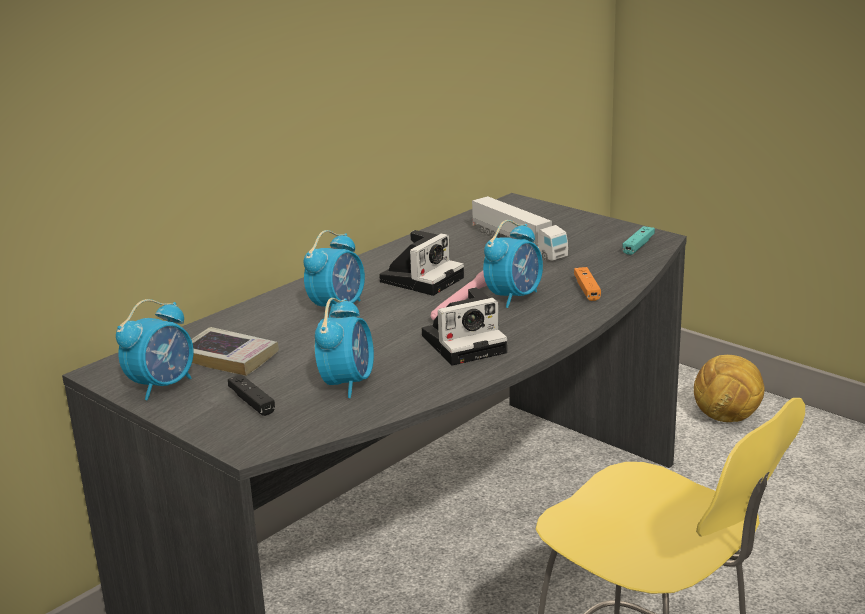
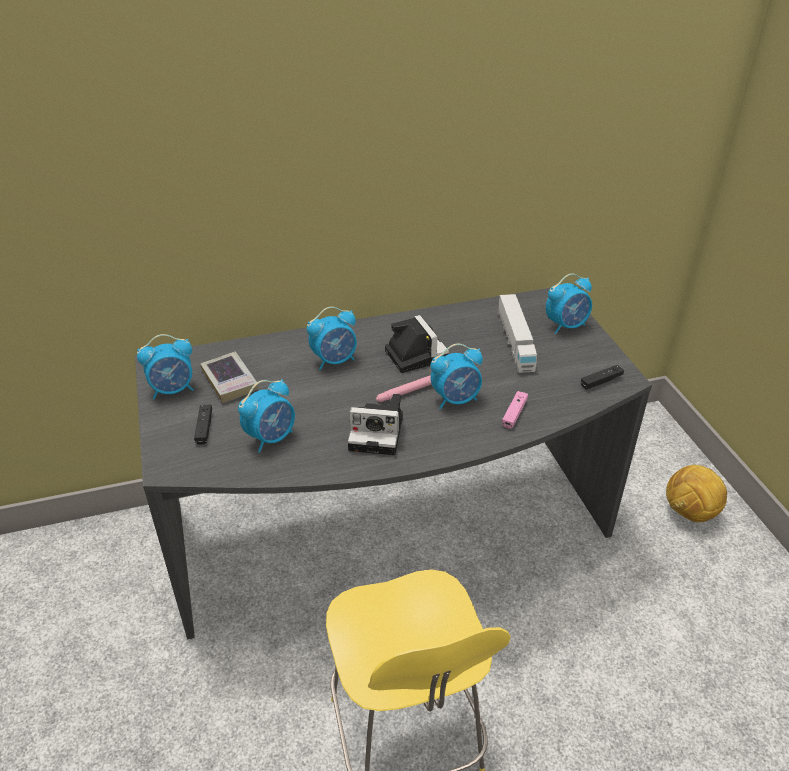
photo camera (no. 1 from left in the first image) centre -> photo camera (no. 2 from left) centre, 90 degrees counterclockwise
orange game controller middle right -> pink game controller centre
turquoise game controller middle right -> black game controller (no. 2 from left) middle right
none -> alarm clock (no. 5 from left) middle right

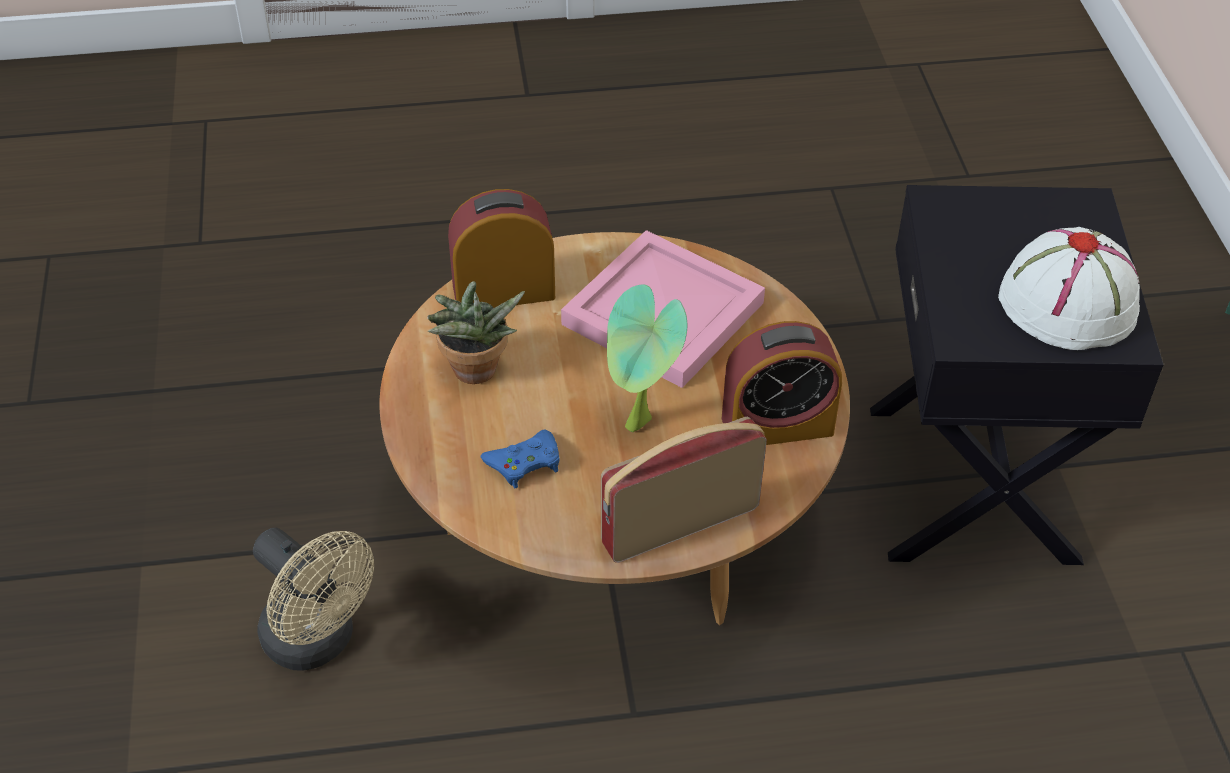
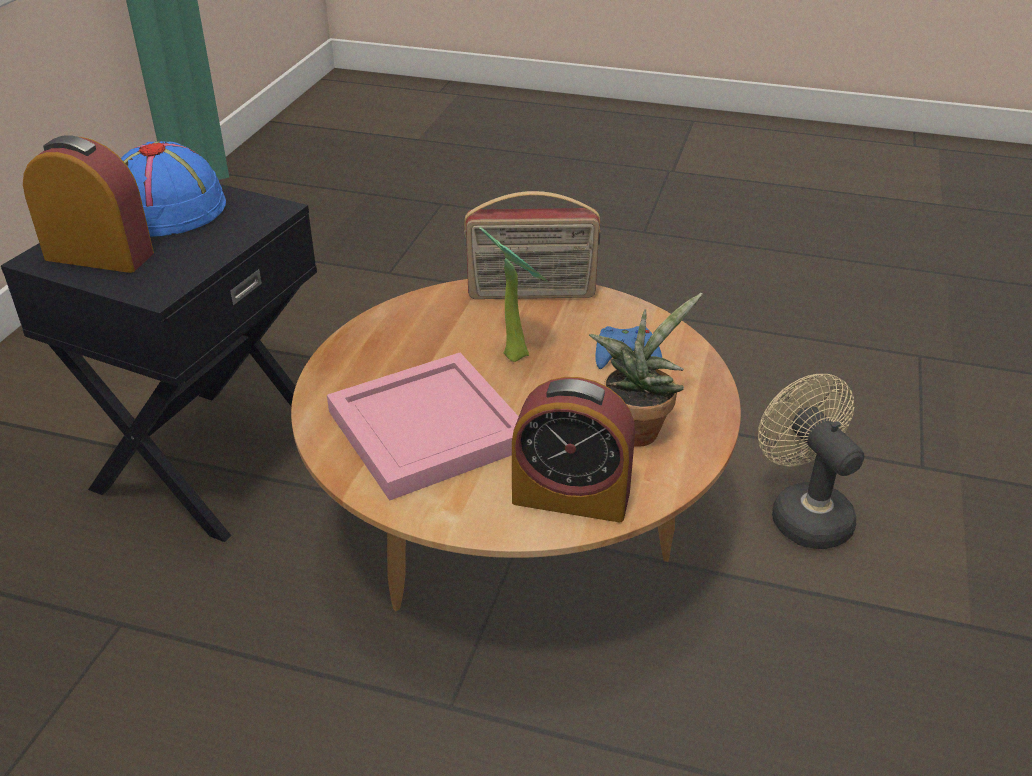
alarm clock (no. 2 from left in the first image) centre -> alarm clock (no. 1 from left) top left, shifted
white hat middle right -> blue hat top left

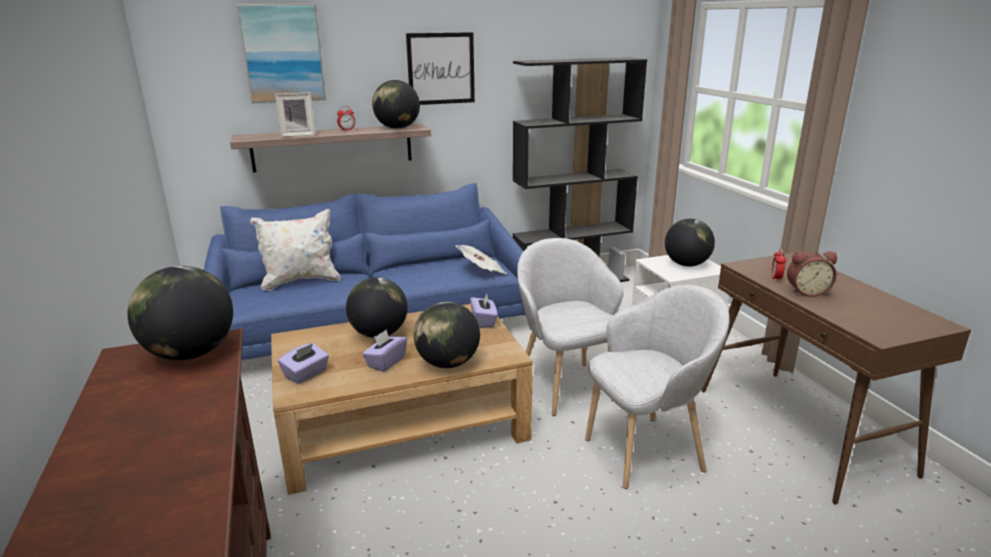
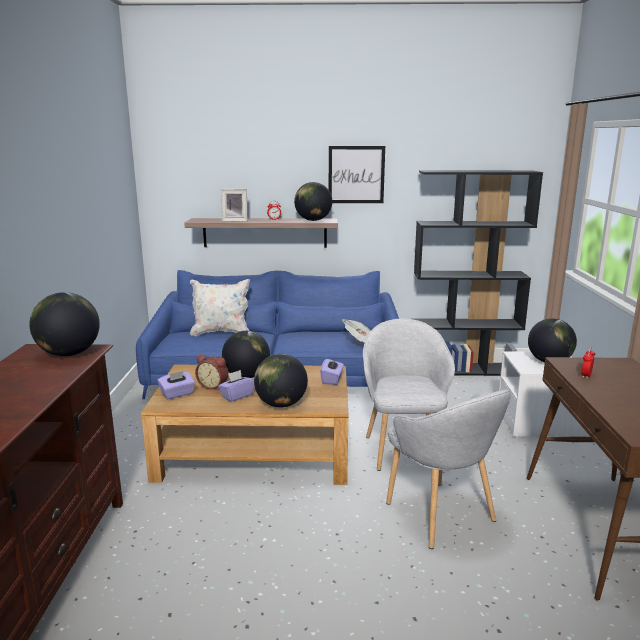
picture (no. 1 from left) top left -> none
grey armchair (no. 2 from left) bottom centre -> grey armchair (no. 2 from left) bottom right, 60 degrees clockwise
alarm clock (no. 3 from left in the first image) middle right -> alarm clock (no. 1 from left) middle left, shifted

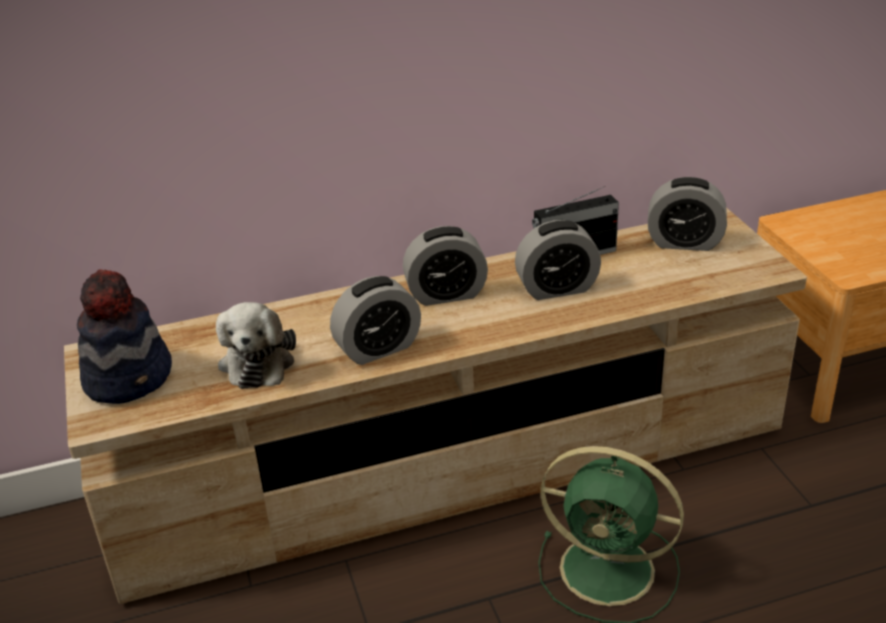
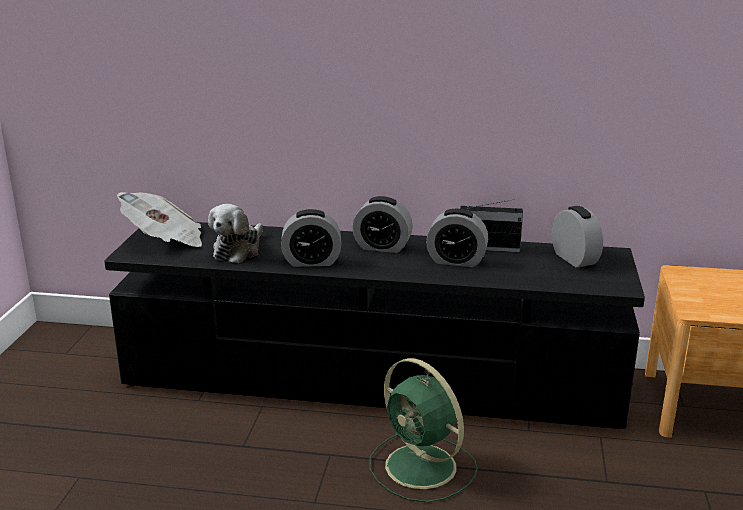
beige tv stand centre -> black tv stand centre
hat middle left -> newspaper middle left
alarm clock (no. 4 from left) middle right, 150 degrees counterclockwise

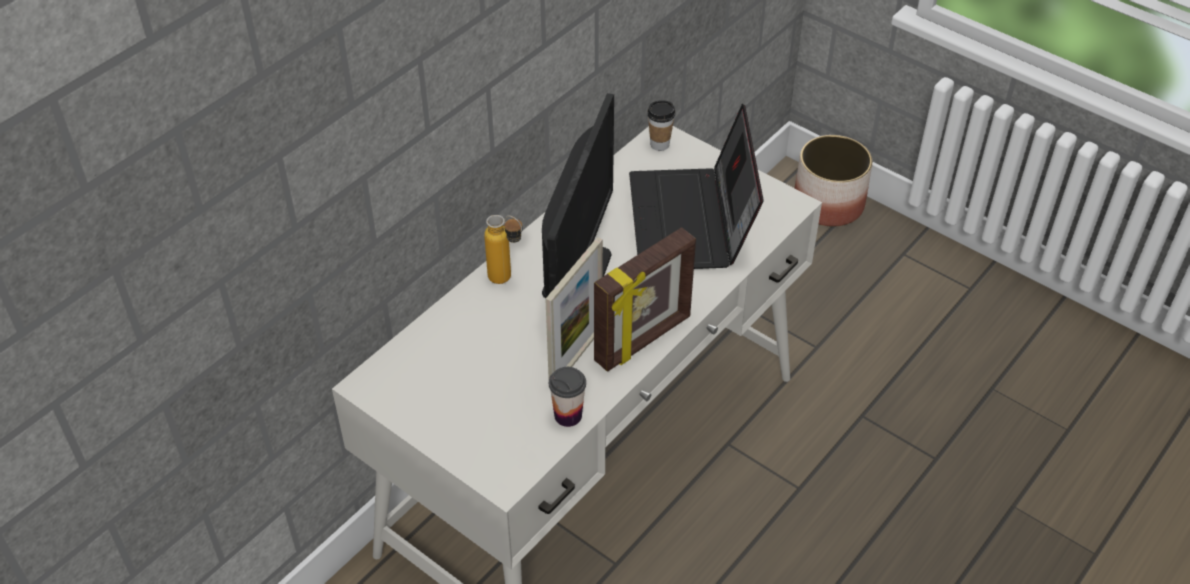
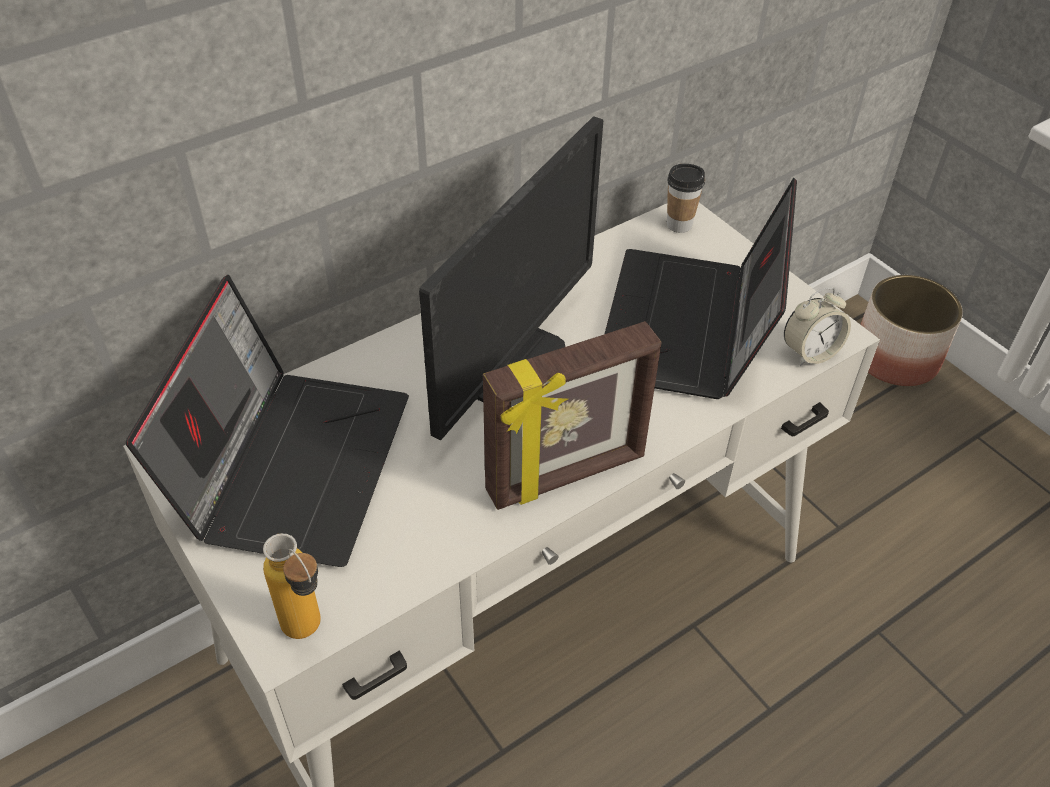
bottle centre -> bottle bottom left, shifted
picture frame (no. 1 from left) centre -> none
cup (no. 1 from left) bottom centre -> none
none -> laptop (no. 1 from left) middle left
none -> alarm clock middle right

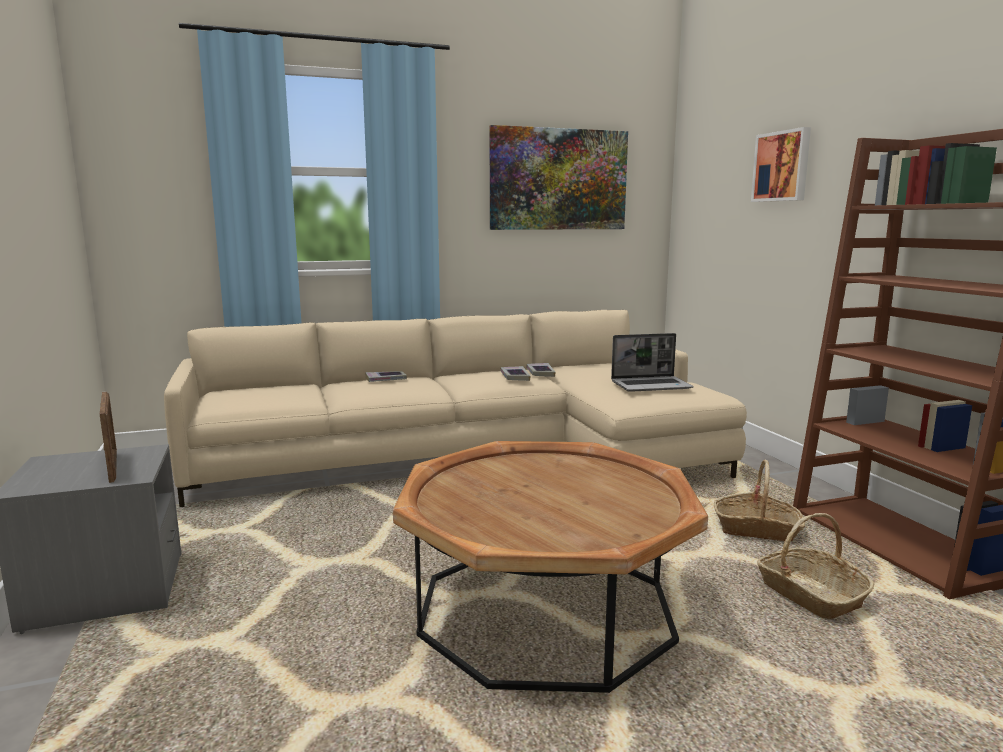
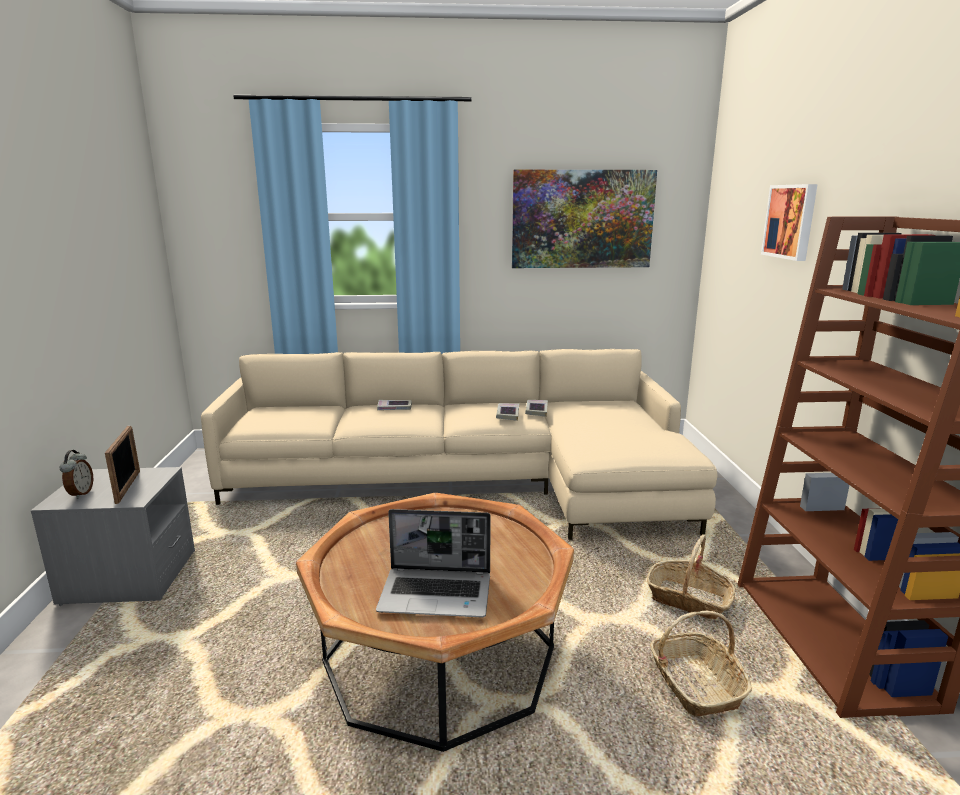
laptop centre -> laptop bottom centre, shifted
none -> alarm clock middle left

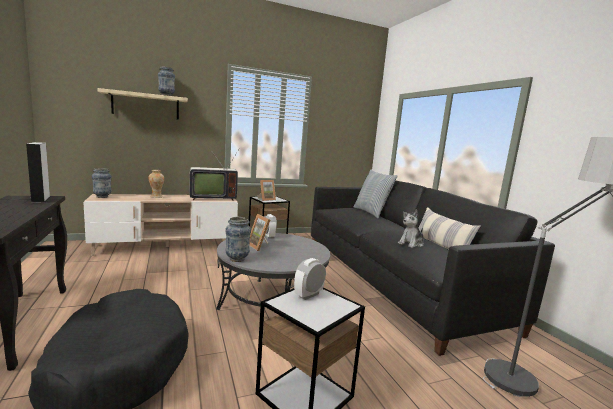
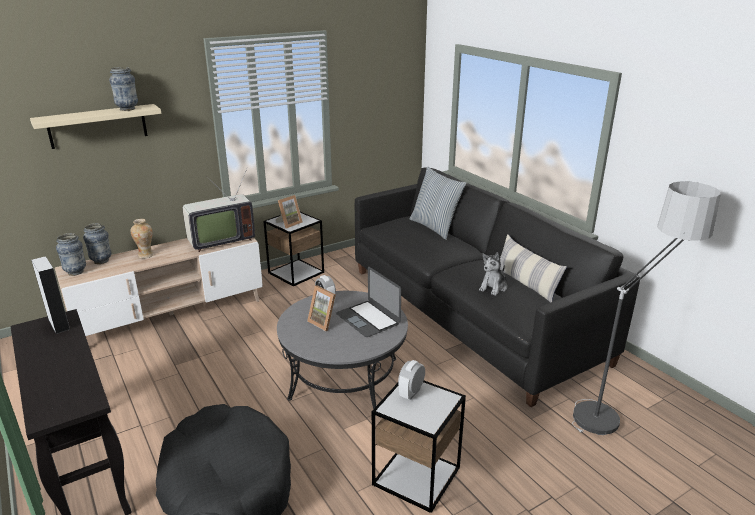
vase (no. 4 from left in the first image) centre -> vase (no. 2 from left) middle left, shifted
none -> laptop centre

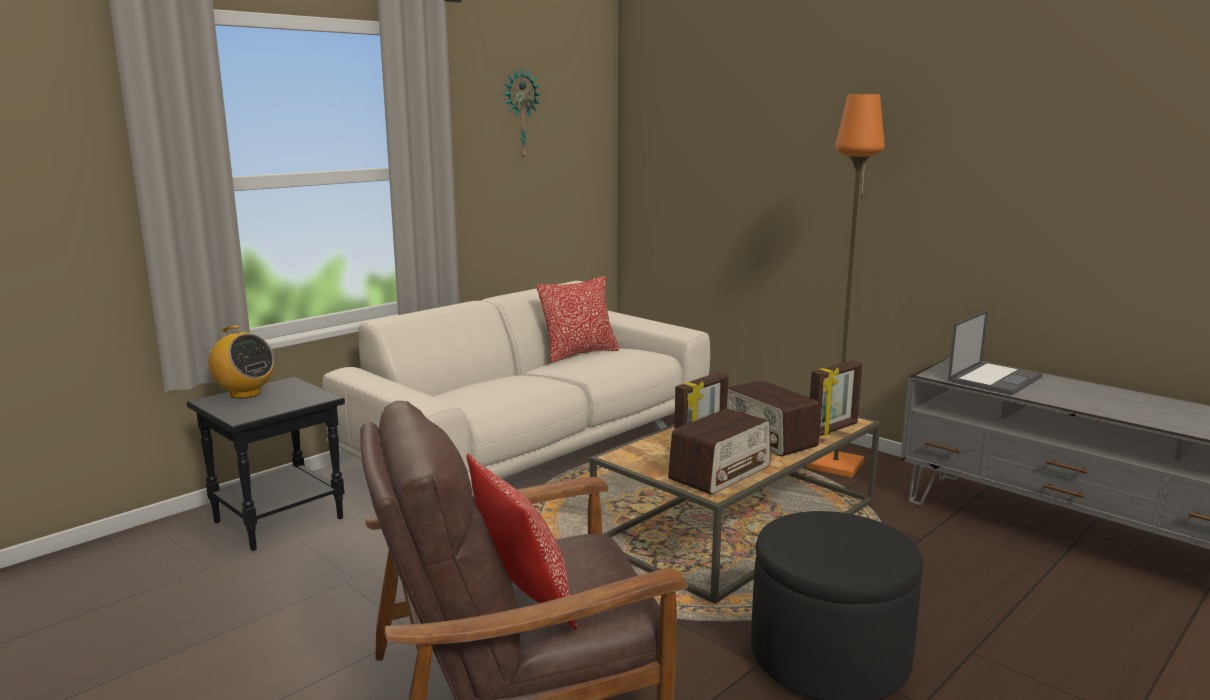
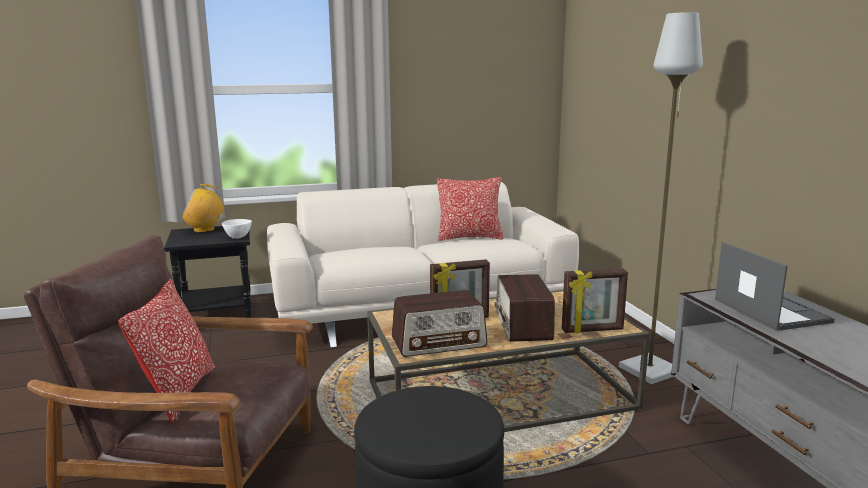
radio (no. 1 from left) middle left, 105 degrees clockwise
wall clock top centre -> none
orange floor lamp middle right -> grey floor lamp middle right
laptop middle right, 90 degrees counterclockwise
none -> white bowl middle left

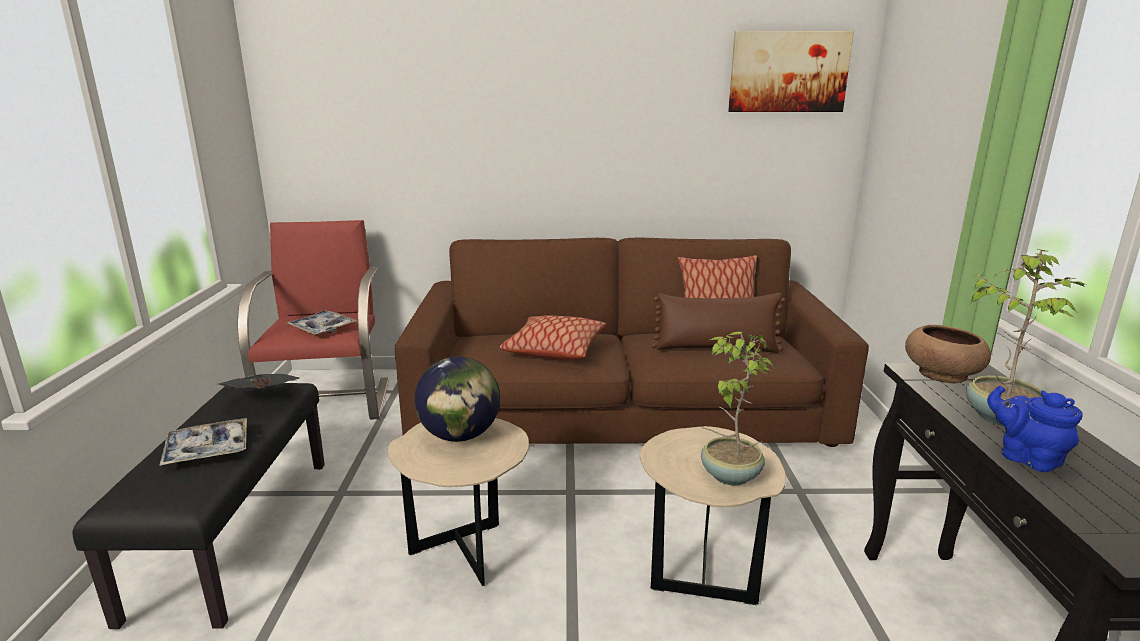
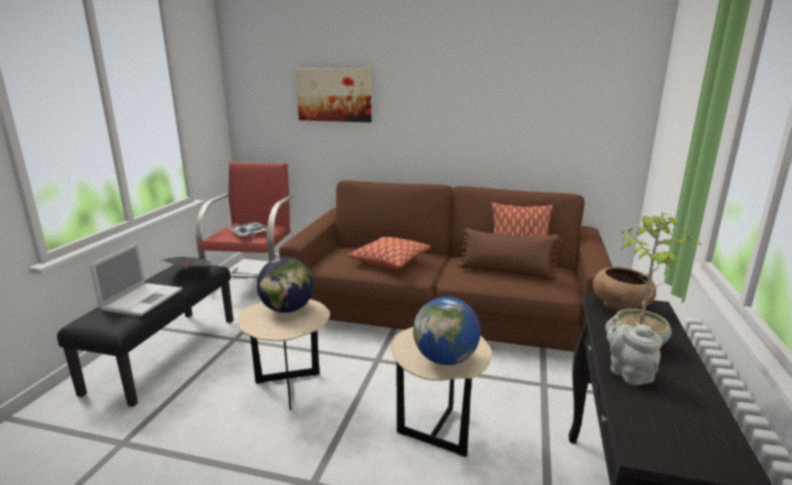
tray (no. 1 from left) bottom left -> laptop middle left
potted plant (no. 1 from left) centre -> globe (no. 2 from left) bottom centre
picture top right -> picture top centre, shifted
blue teapot bottom right -> grey teapot bottom right

